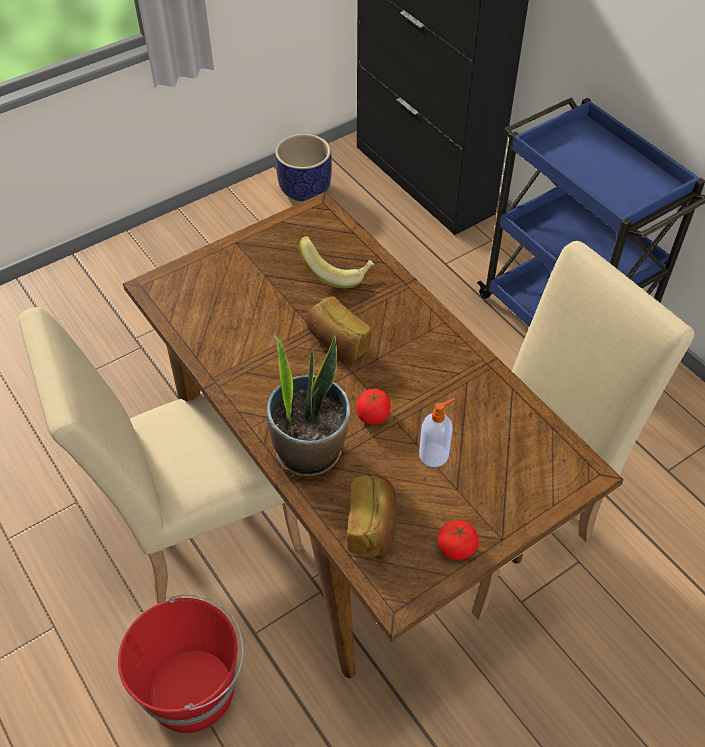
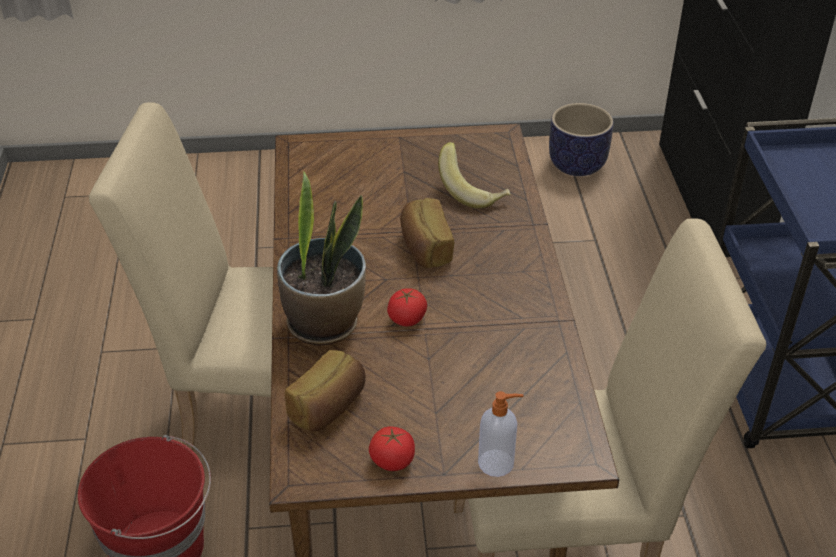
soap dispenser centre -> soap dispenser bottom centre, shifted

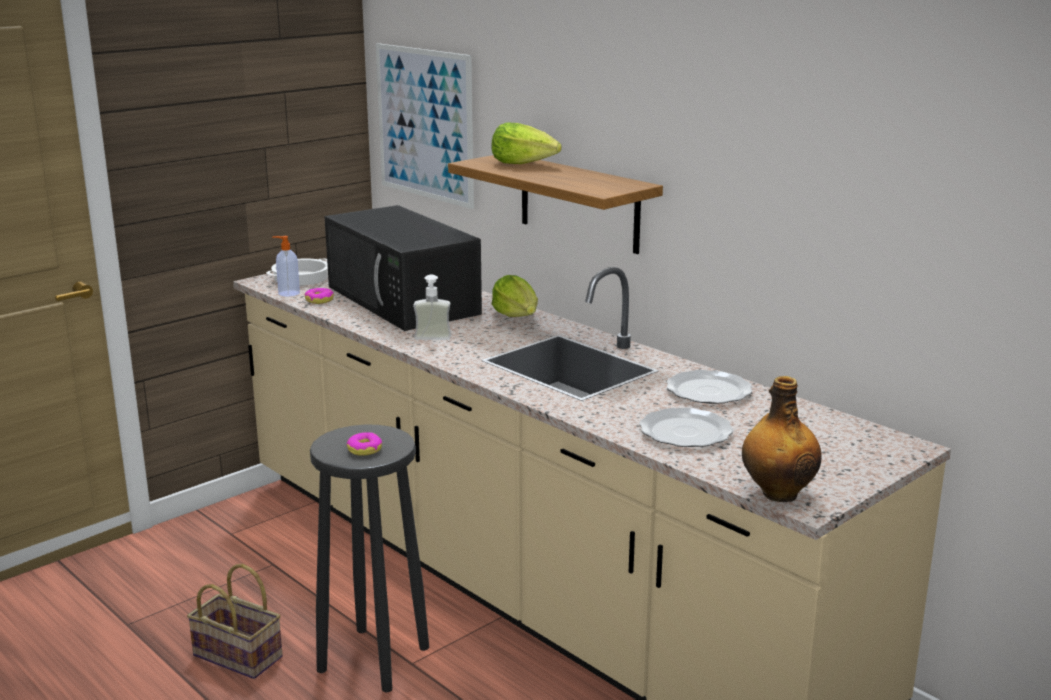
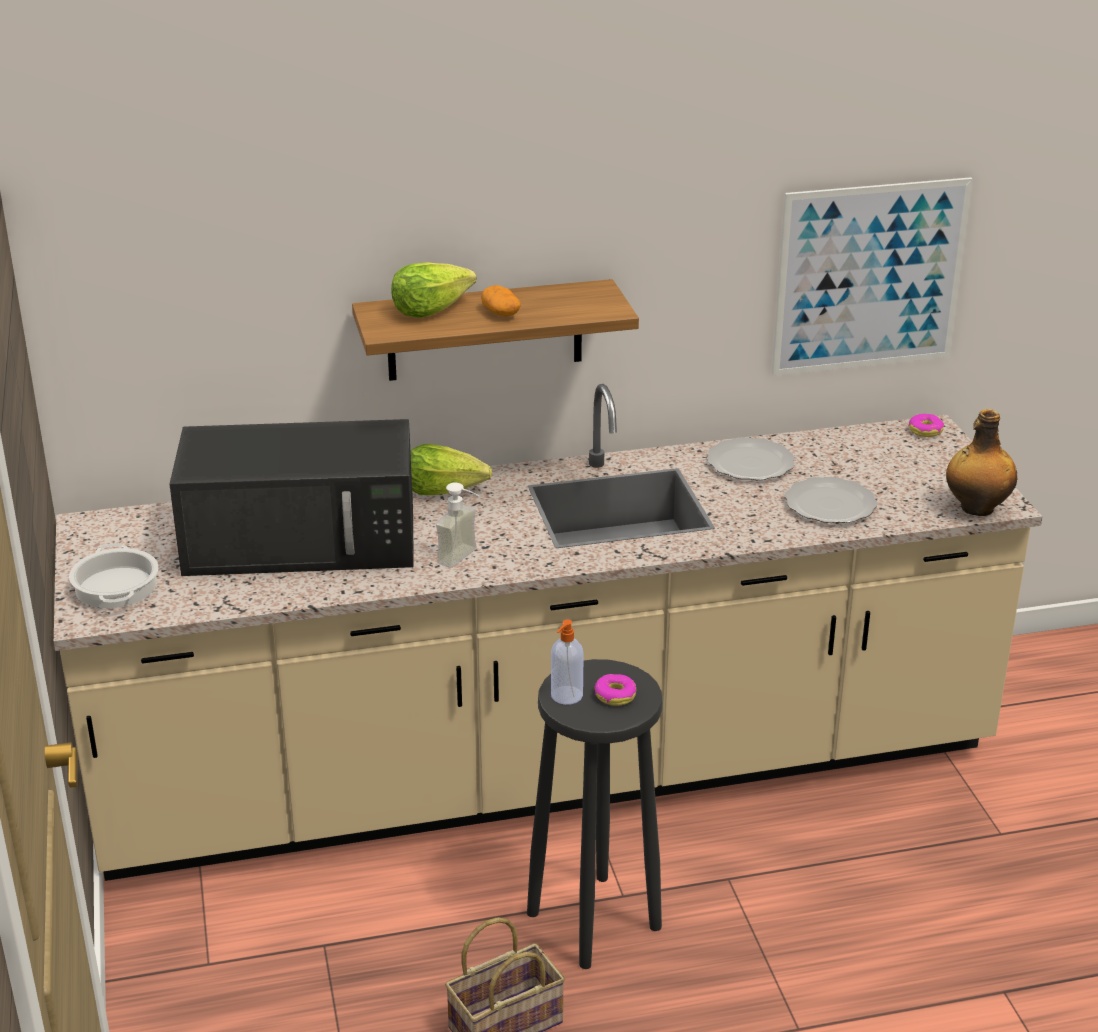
soap dispenser (no. 1 from left in the first image) middle left -> soap dispenser (no. 2 from left) centre, shifted
donut (no. 1 from left in the first image) middle left -> donut (no. 2 from left) middle right, shifted
picture top centre -> picture top right, shifted
none -> potato top centre

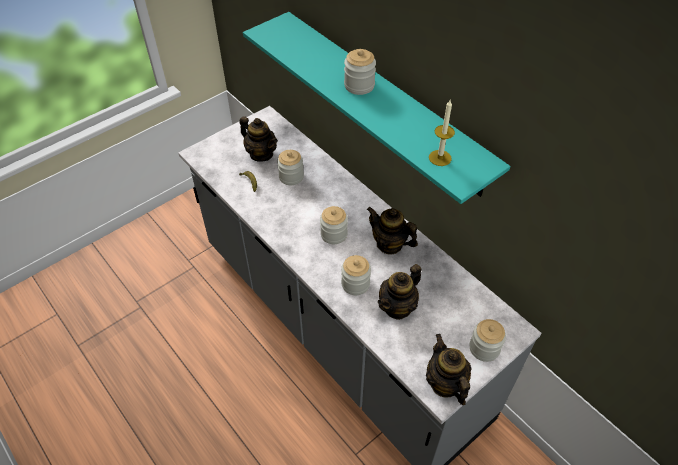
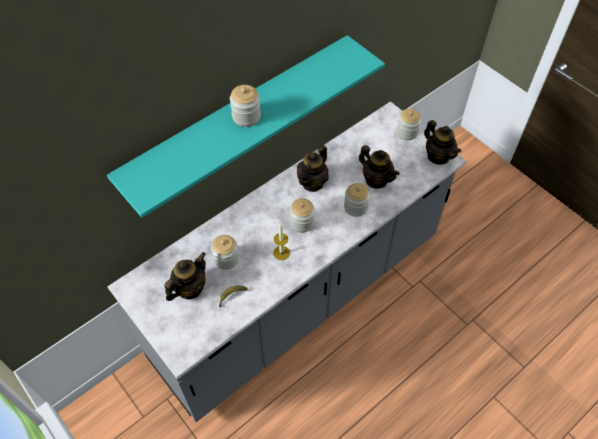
teapot (no. 4 from left) bottom centre -> teapot (no. 4 from left) top right, 105 degrees counterclockwise
candle top centre -> candle centre, shifted

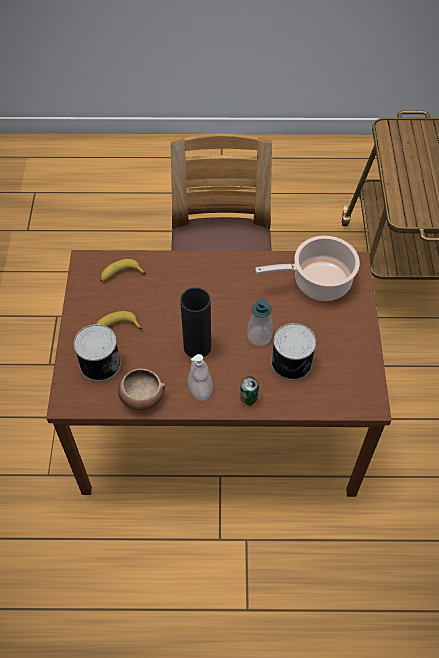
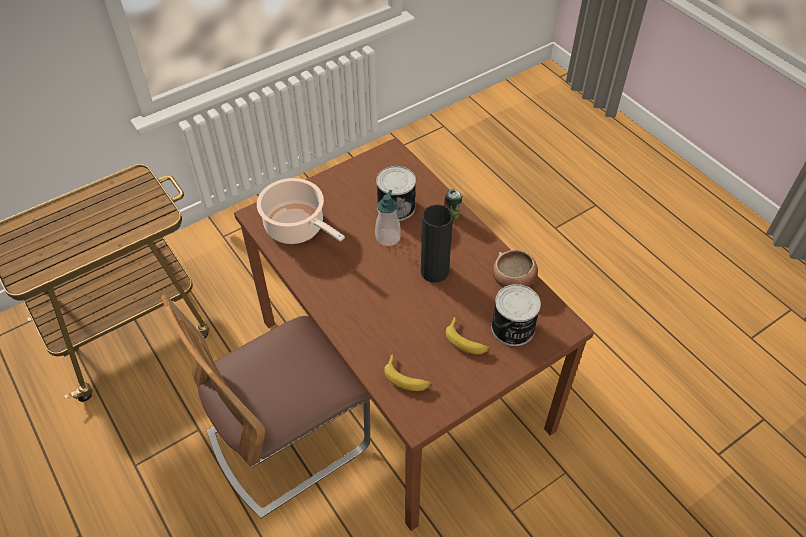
soap dispenser (no. 1 from left) centre -> none

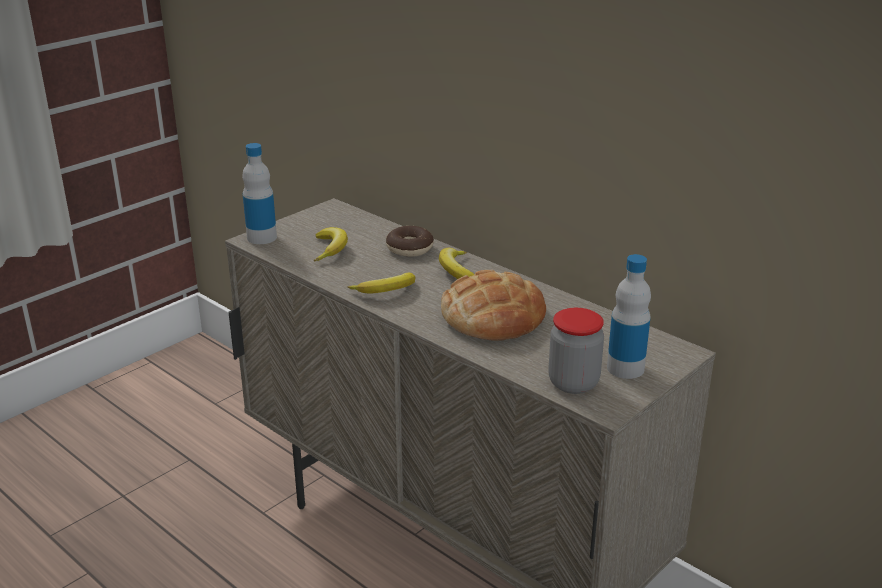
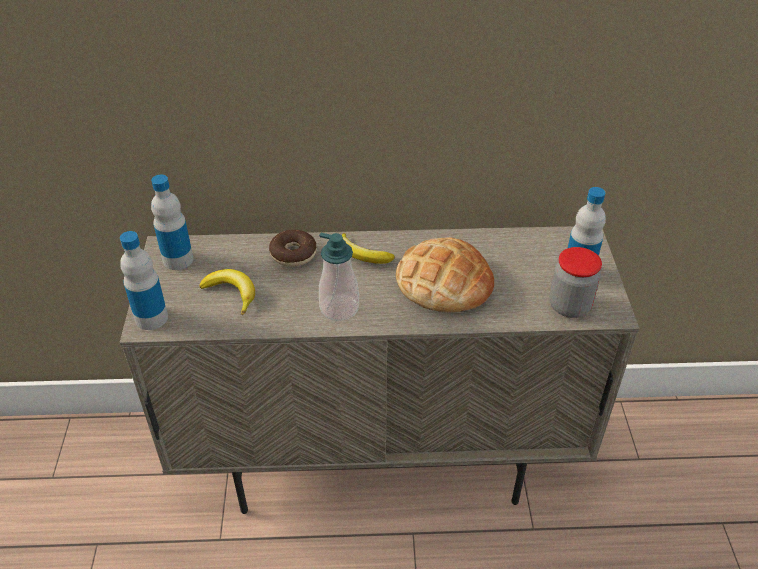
banana (no. 2 from left) centre -> soap dispenser centre
none -> bottle (no. 2 from left) middle left

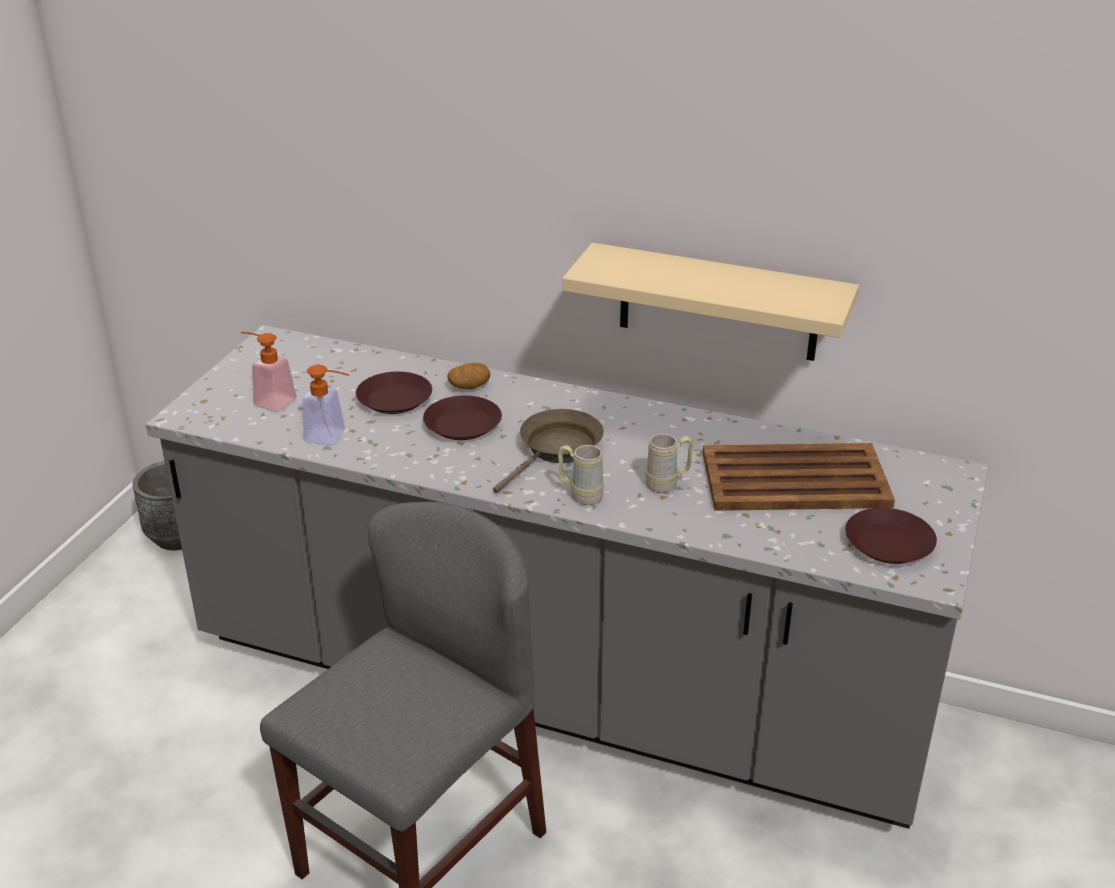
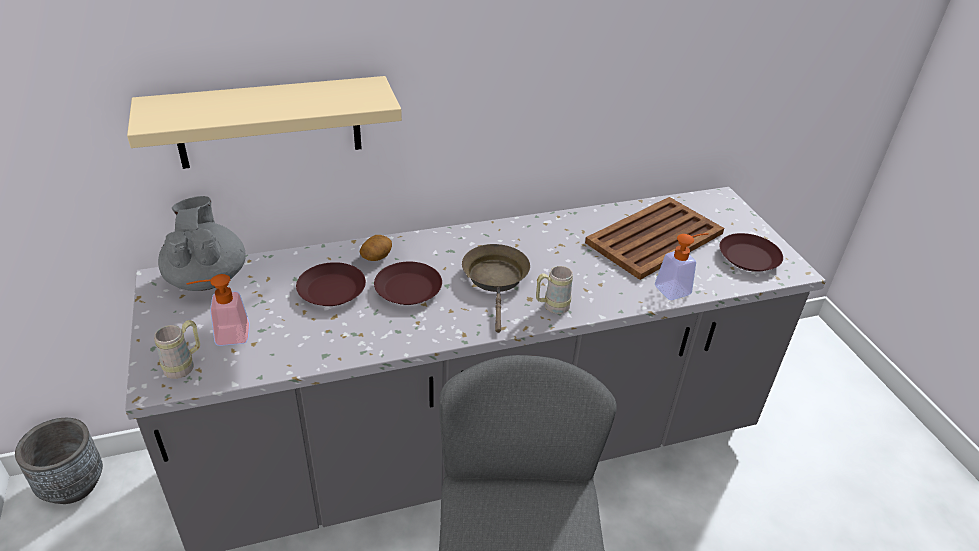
soap dispenser (no. 2 from left) middle left -> soap dispenser (no. 2 from left) middle right, shifted
beige shelf centre -> beige shelf top left, shifted
beige mug (no. 2 from left in the first image) centre -> beige mug (no. 1 from left) middle left, shifted
none -> grey teapot middle left

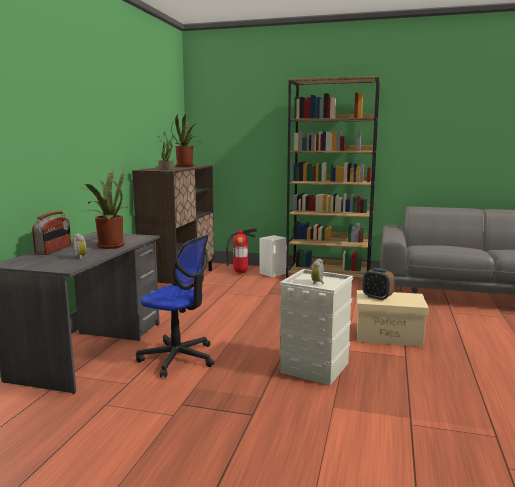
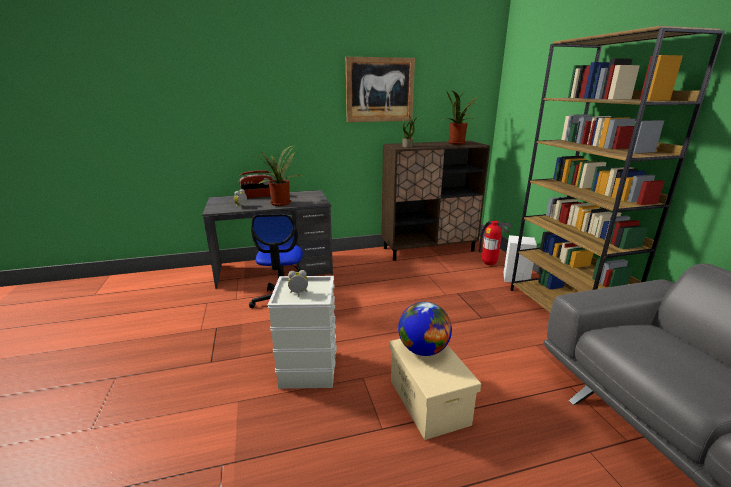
alarm clock (no. 3 from left) middle right -> globe bottom centre
none -> picture top centre

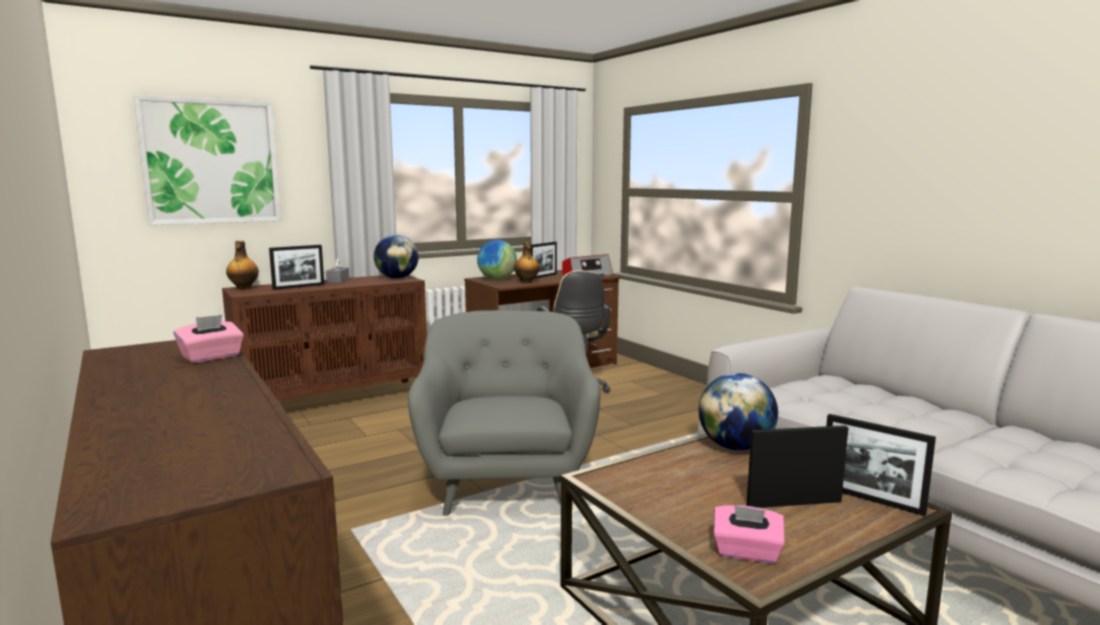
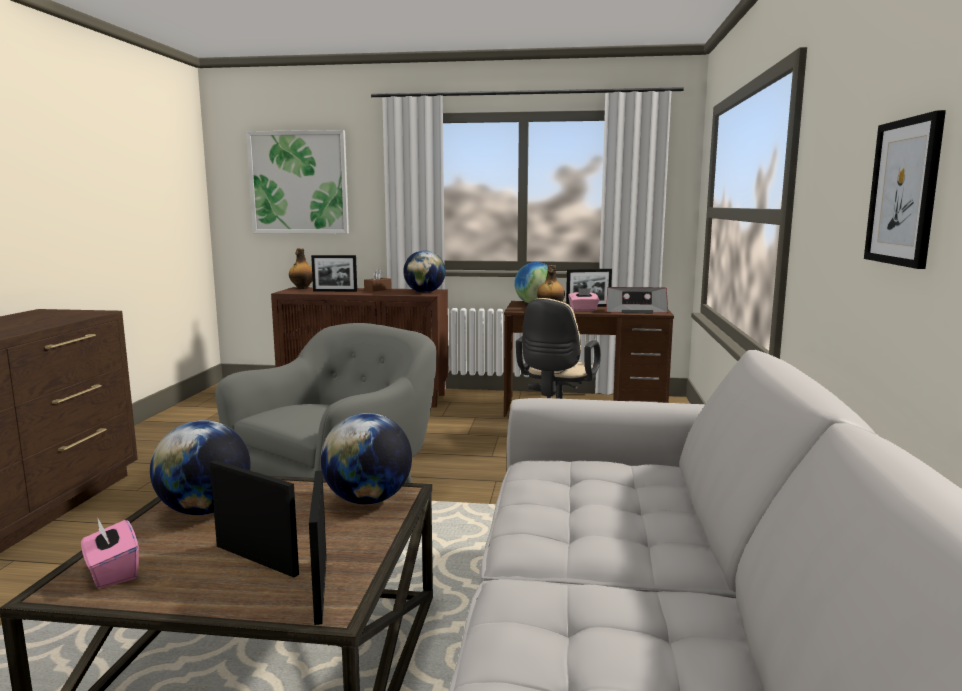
pink tissue box (no. 1 from left in the first image) middle left -> pink tissue box (no. 2 from left) centre, shifted
grey tissue box middle left -> brown tissue box centre
none -> globe (no. 1 from left) bottom left
none -> picture (no. 2 from left) top right

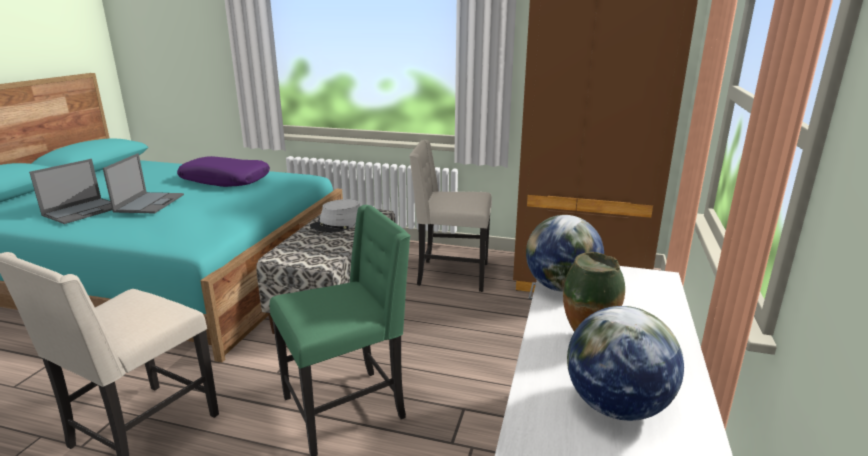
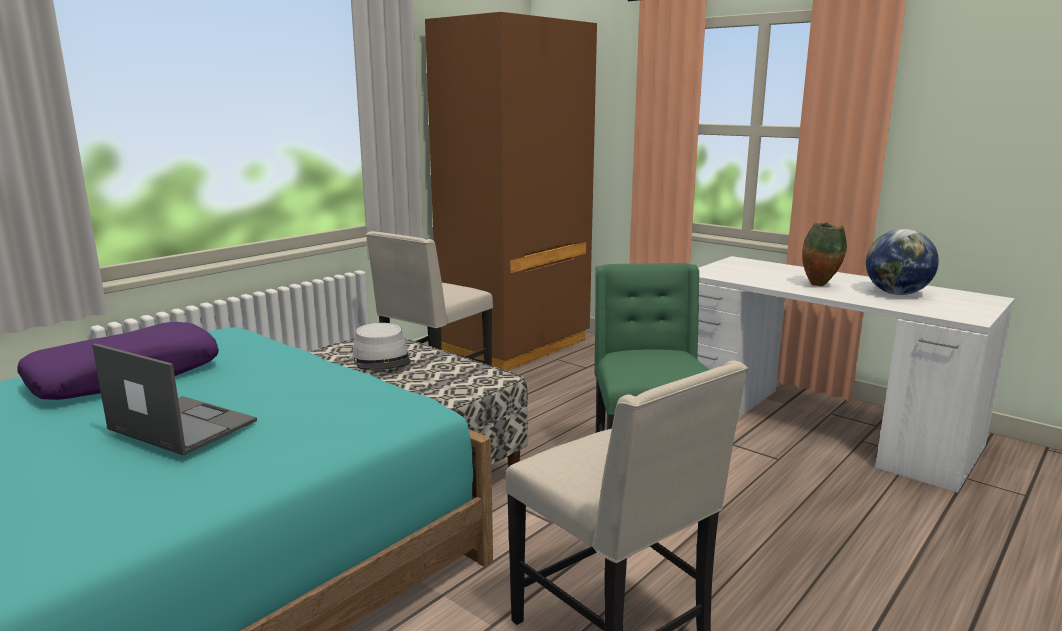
laptop (no. 1 from left) middle left -> none
globe (no. 1 from left) centre -> none

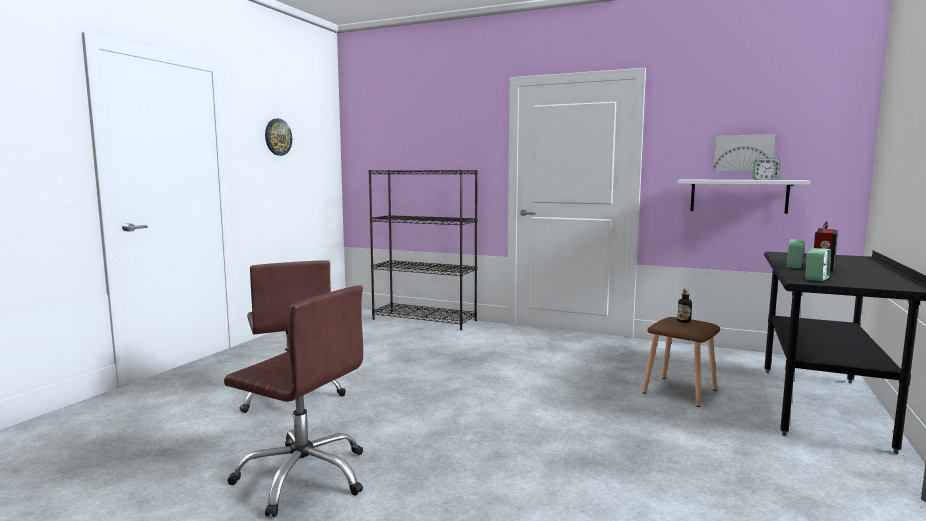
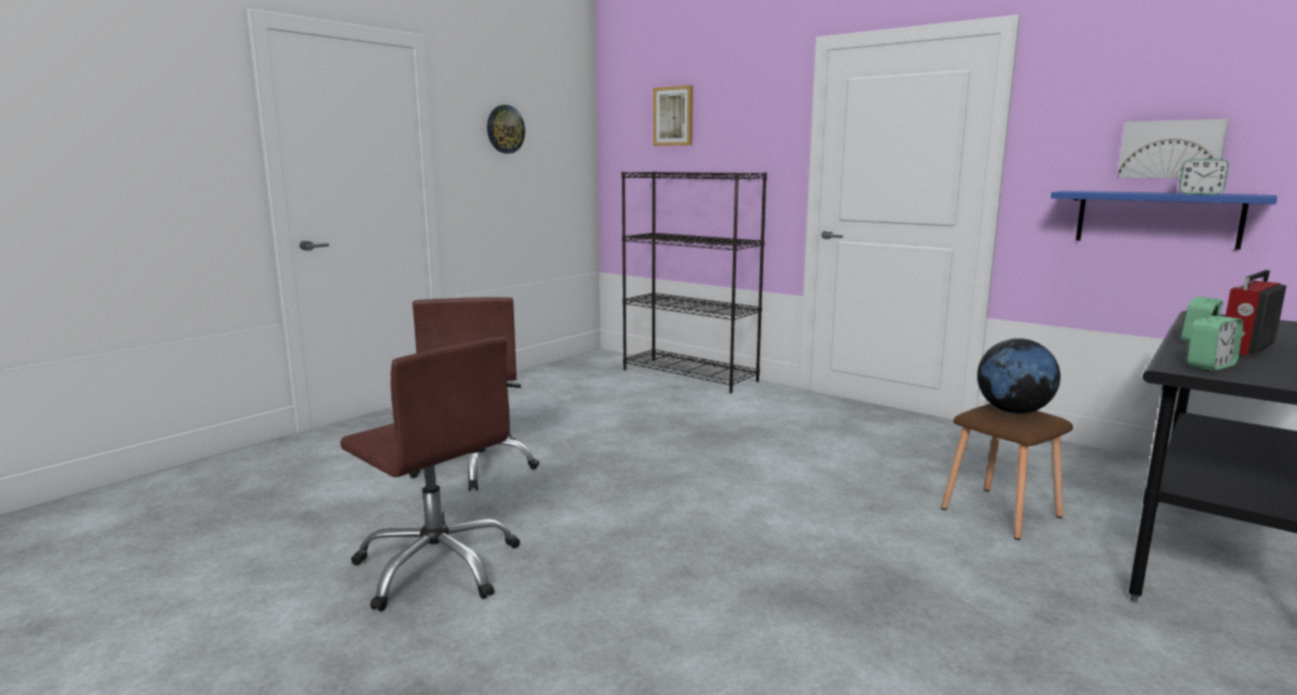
bottle middle right -> globe middle right
white shelf middle right -> blue shelf top right
none -> picture (no. 1 from left) top centre

